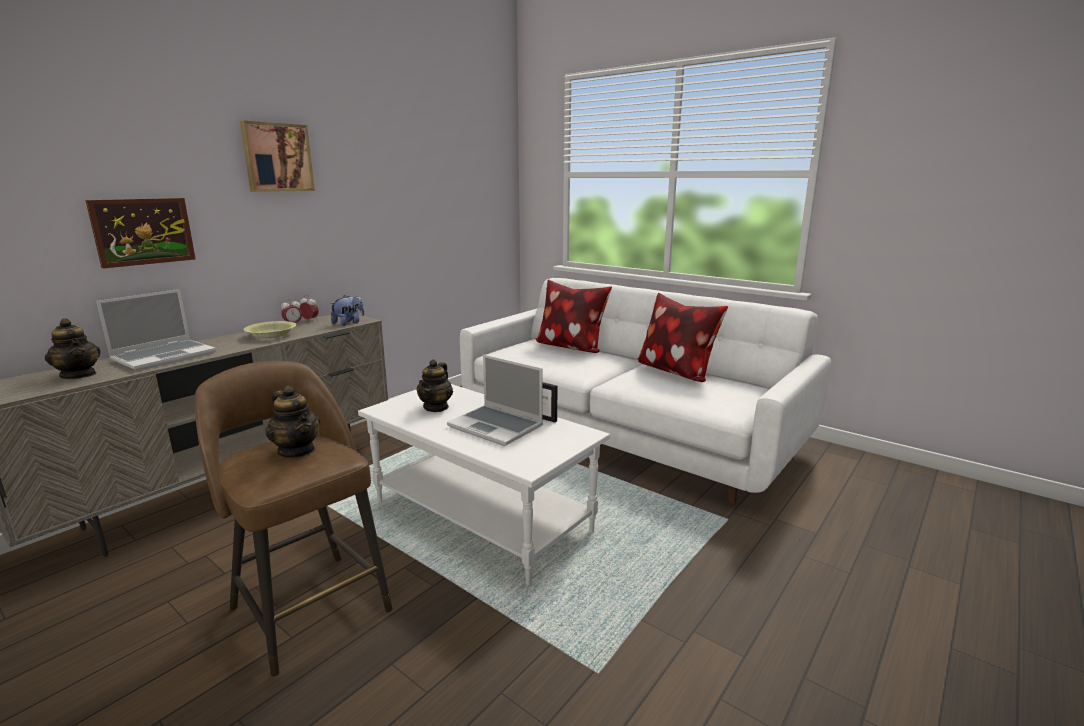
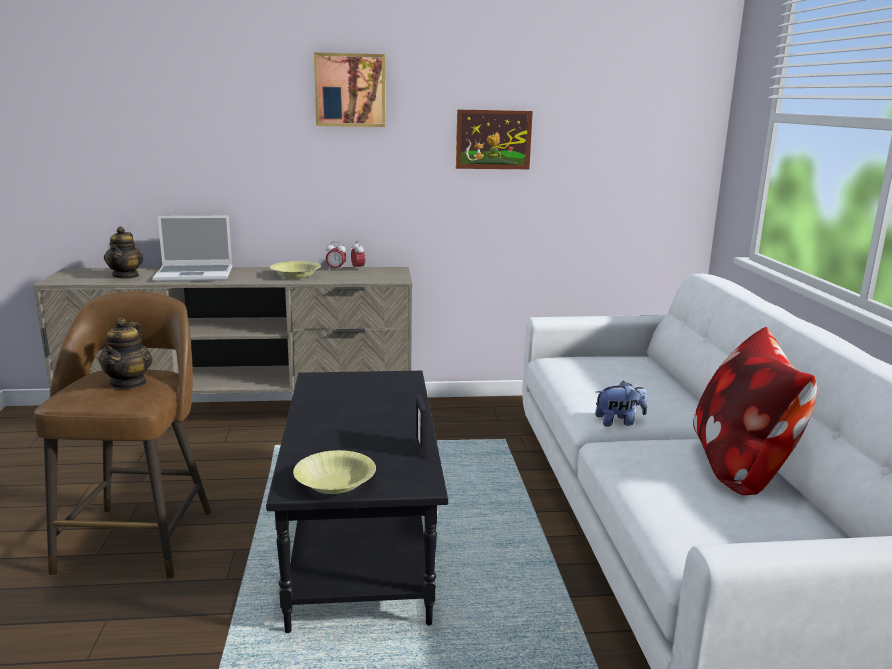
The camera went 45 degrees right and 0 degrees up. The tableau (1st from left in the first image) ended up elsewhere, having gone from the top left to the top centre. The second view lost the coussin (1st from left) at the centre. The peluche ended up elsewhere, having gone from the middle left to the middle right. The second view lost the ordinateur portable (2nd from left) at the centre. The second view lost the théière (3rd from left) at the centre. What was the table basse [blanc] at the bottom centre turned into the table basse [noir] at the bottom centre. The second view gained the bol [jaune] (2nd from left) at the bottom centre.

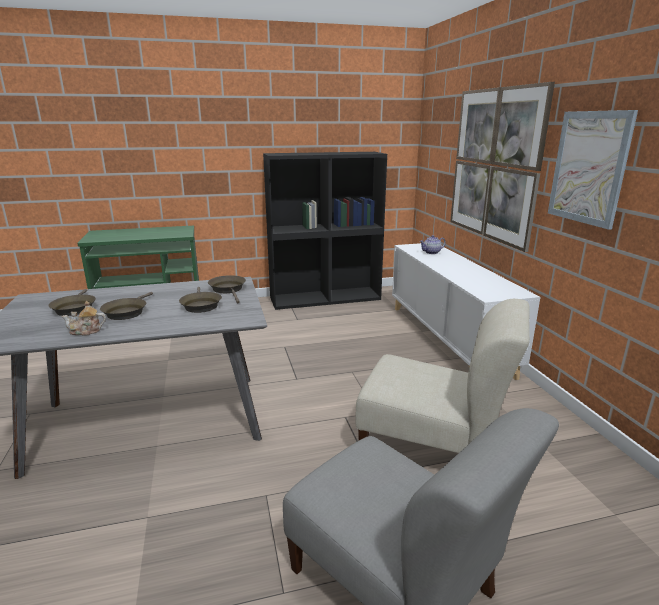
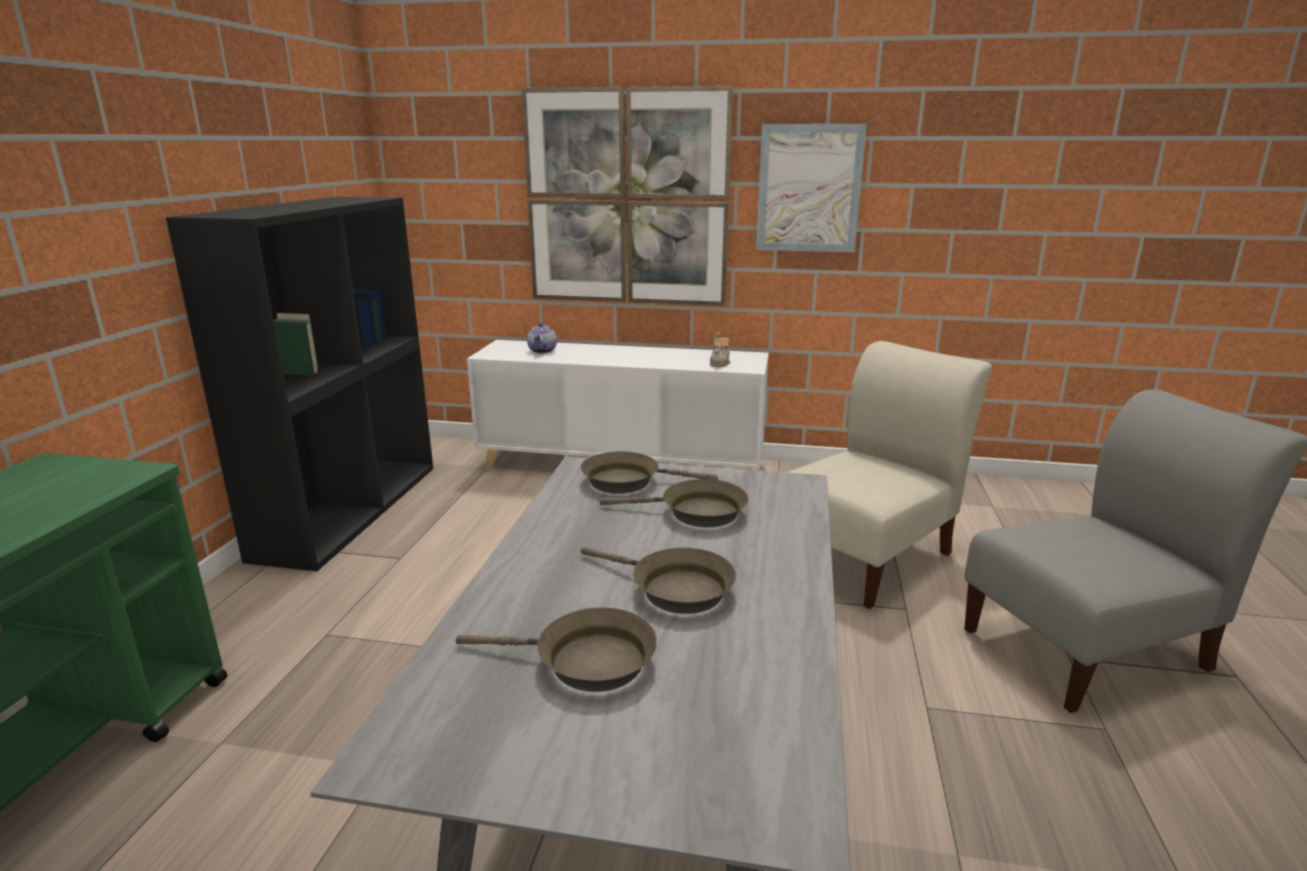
The camera went 65 degrees left and 0 degrees up. The théière (1st from left in the first image) ended up elsewhere, having gone from the middle left to the centre.

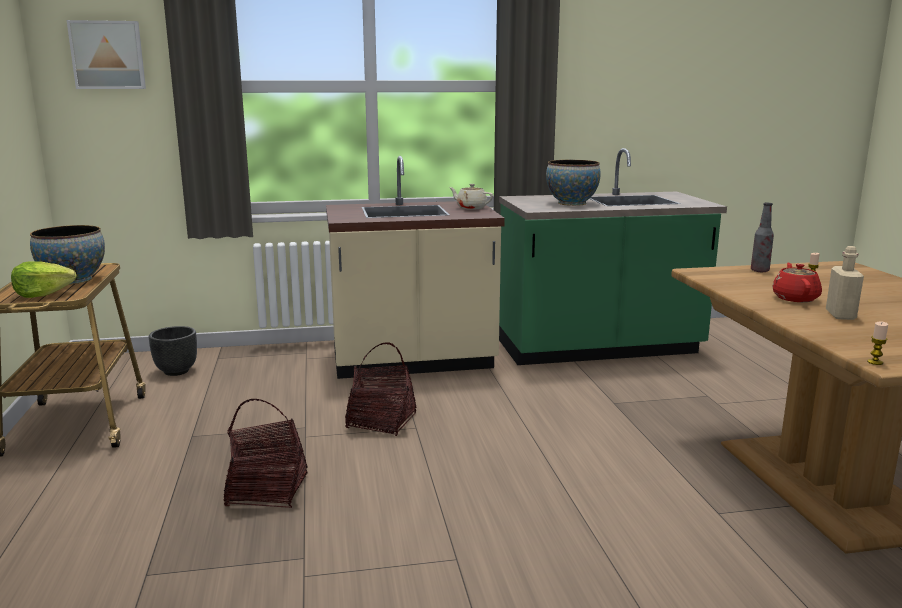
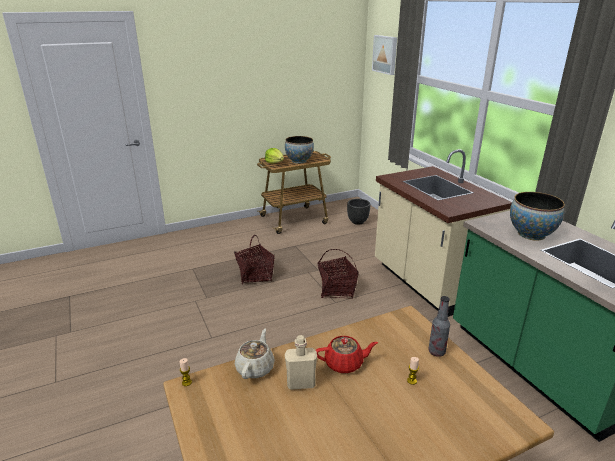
The camera went 75 degrees right and 10 degrees up. The théière [beige] ended up elsewhere, having gone from the top centre to the bottom centre.

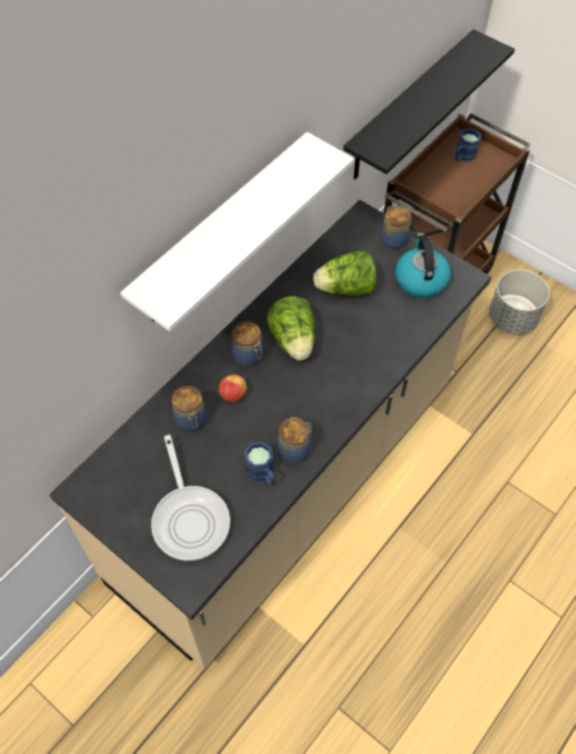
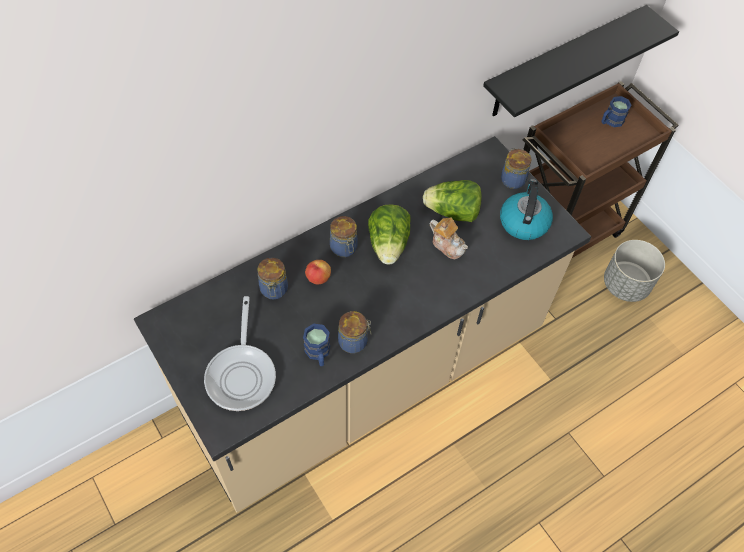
The camera went 15 degrees right and 0 degrees up. The second view lost the étagère [blanc] at the top centre. The second view gained the théière at the centre.

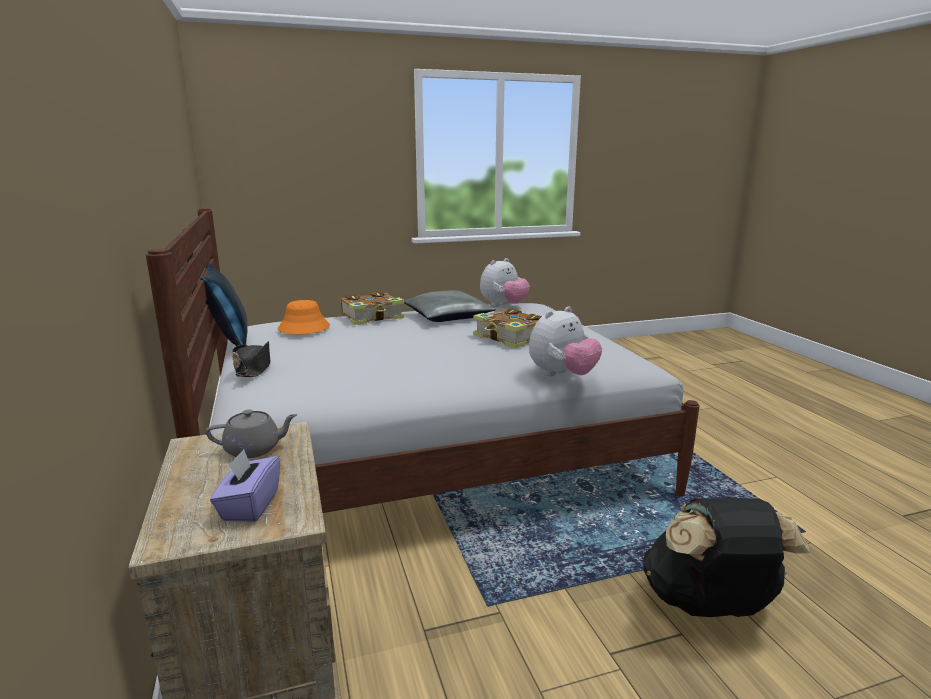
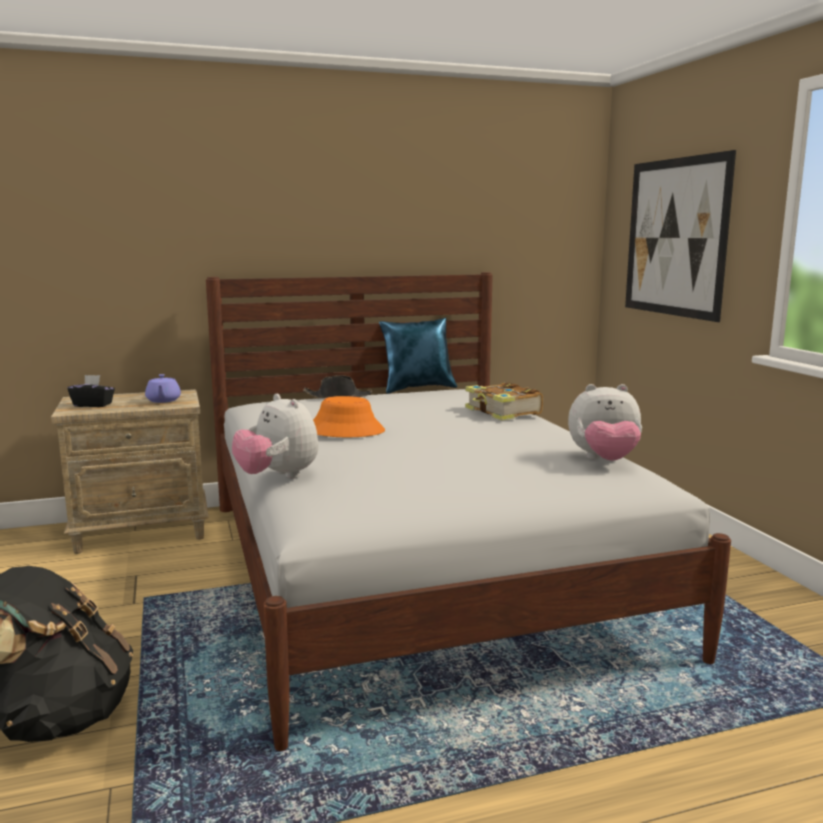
The camera went 90 degrees right and 5 degrees down. The peluche (1st from left in the first image) at the centre ended up facing another way, 45 degrees counterclockwise from before. The second view lost the coussin [gris] at the centre. The chapeau [orange] ended up elsewhere, having gone from the middle left to the centre. The second view lost the livre (2nd from left) at the centre. What was the théière [gris] at the middle left turned into the théière [violet] at the middle left. What was the boîte à mouchoirs [violet] at the bottom left turned into the boîte à mouchoirs [noir] at the middle left. The second view gained the tableau at the top right.

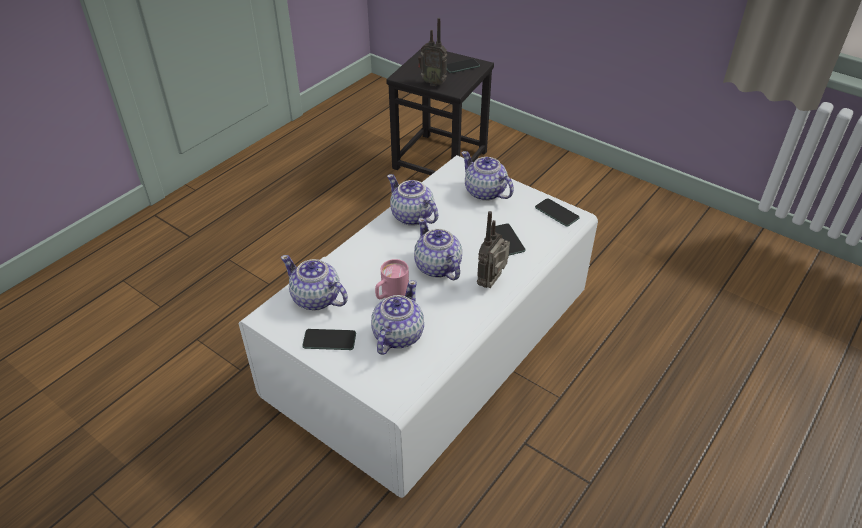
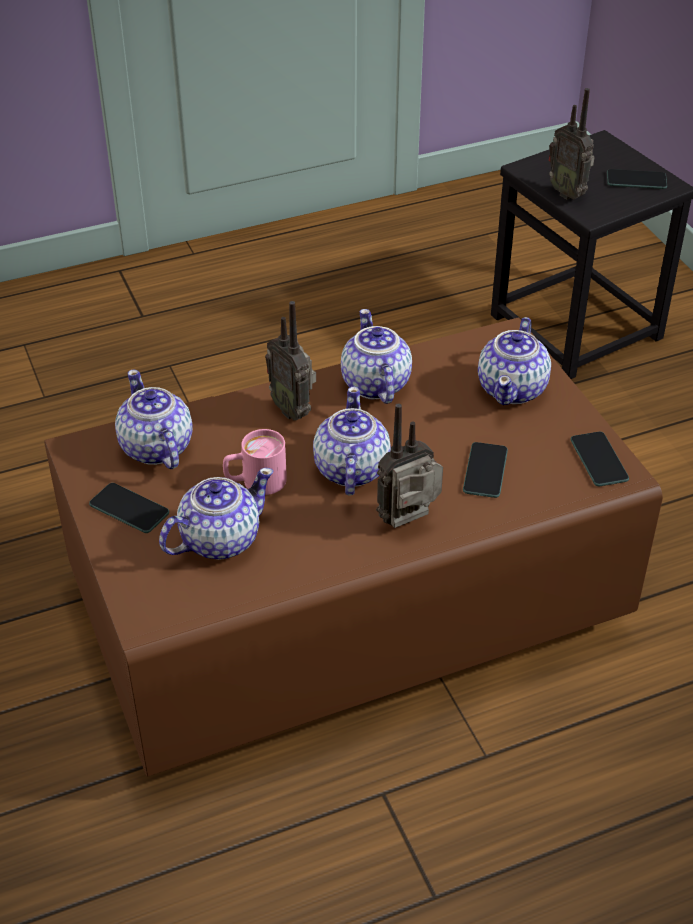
The camera went 30 degrees right and 0 degrees up. The théière (5th from left) at the centre ended up facing another way, 150 degrees counterclockwise from before. What was the table basse [blanc] at the centre turned into the table basse [marron] at the centre. The second view gained the radio (1st from left) at the centre.

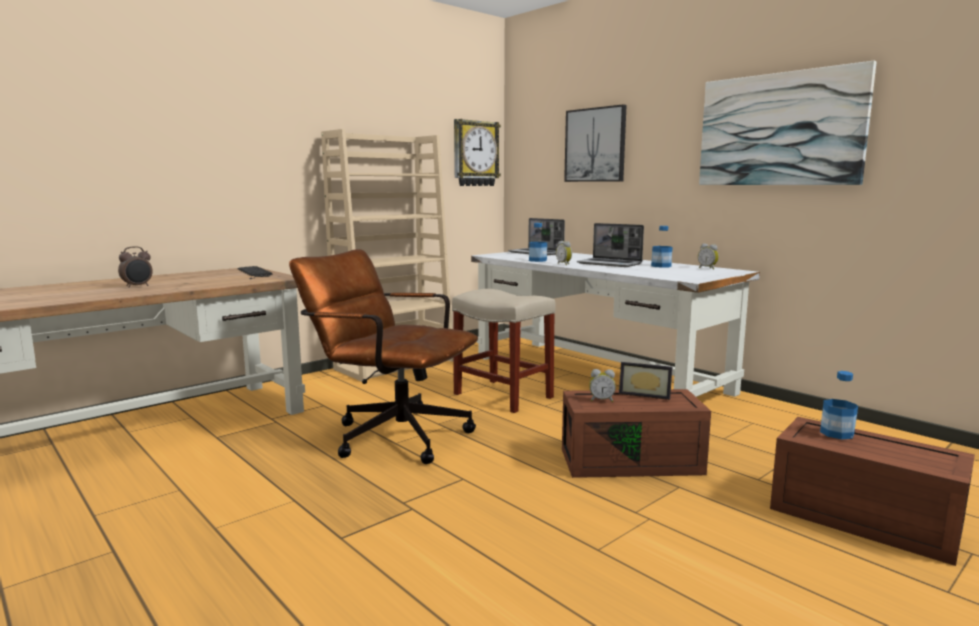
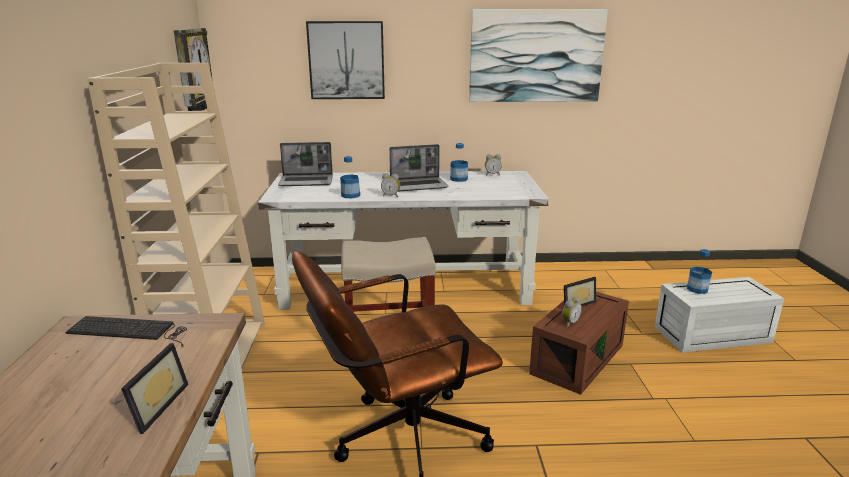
The camera went 50 degrees left and 10 degrees up. The second view lost the réveil (1st from left) at the middle left. What was the boîte de rangement [marron] (2nd from left) at the bottom right turned into the boîte de rangement [blanc] at the middle right. The second view gained the cadre photo (1st from left) at the bottom left.

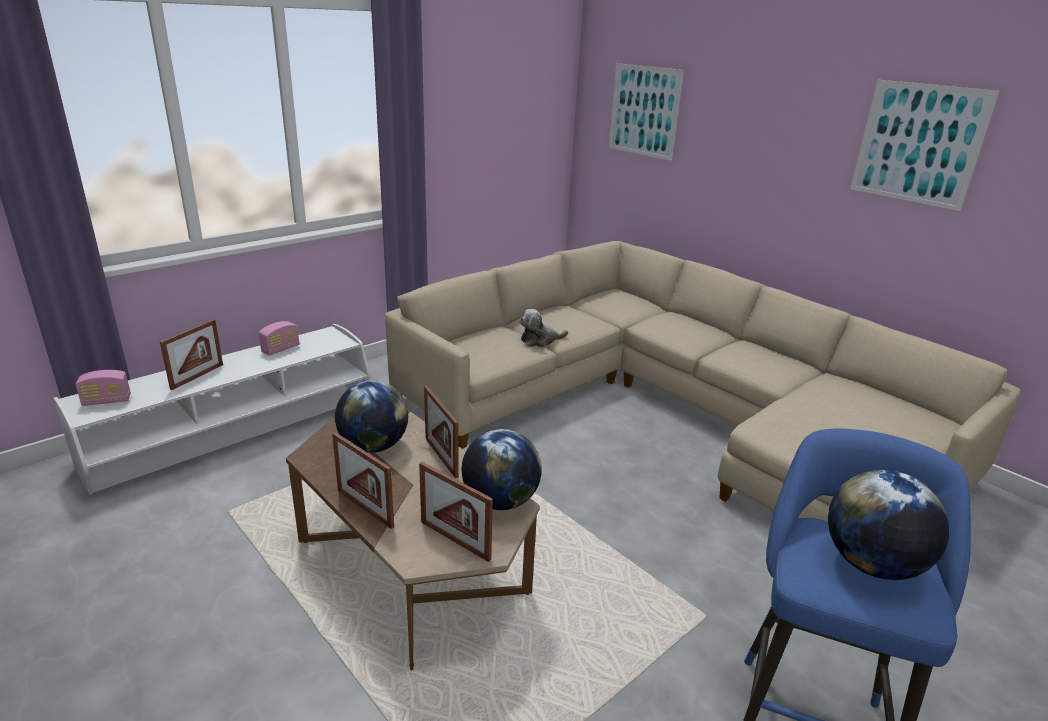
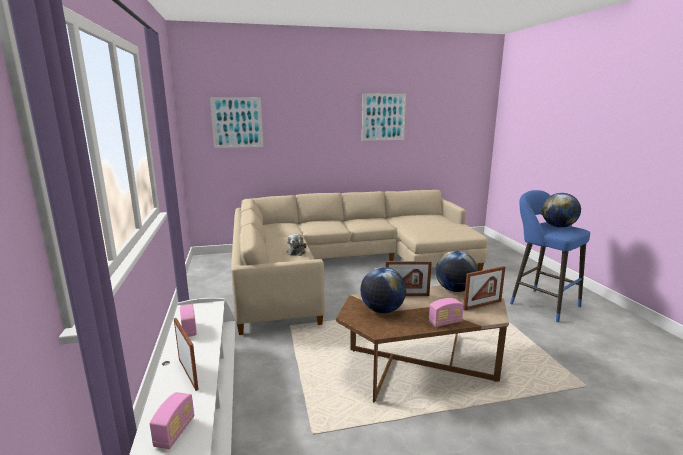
The camera went 60 degrees left and 10 degrees down. Where the cadre photo (2nd from left) stood at the centre, the radio (3rd from left) came to stand at the bottom centre.

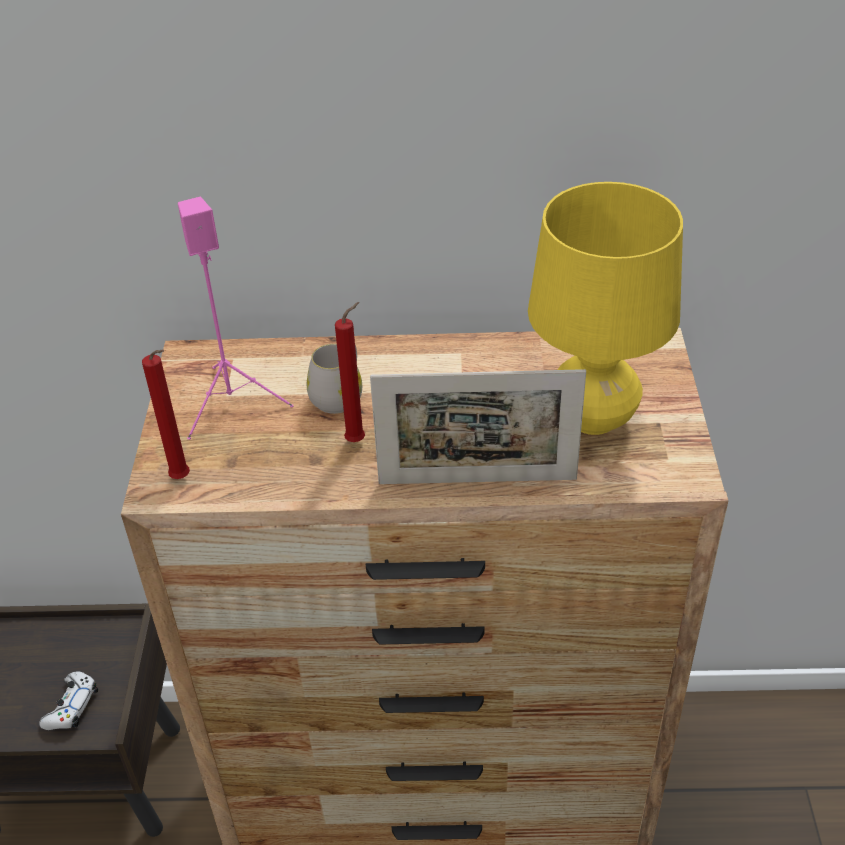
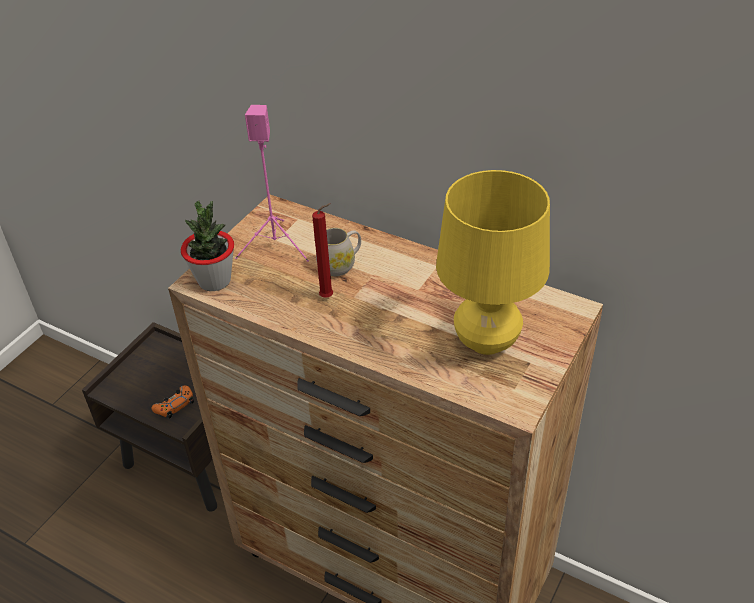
The camera went 30 degrees right and 0 degrees up. Where the bougie [rouge] (1st from left) stood at the middle left, the plante en pot came to stand at the middle left. The second view lost the cadre photo at the centre. What was the manette [blanc] at the bottom left turned into the manette [orange] at the bottom left.

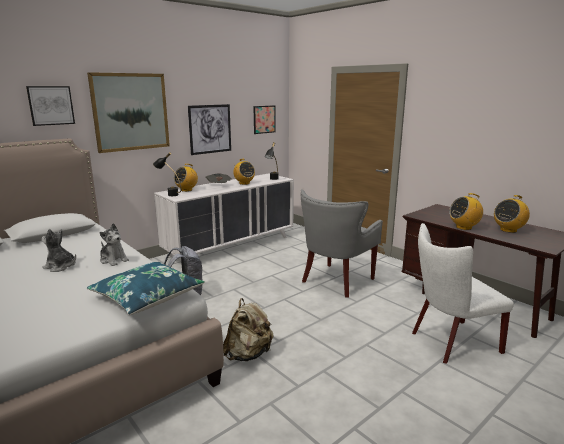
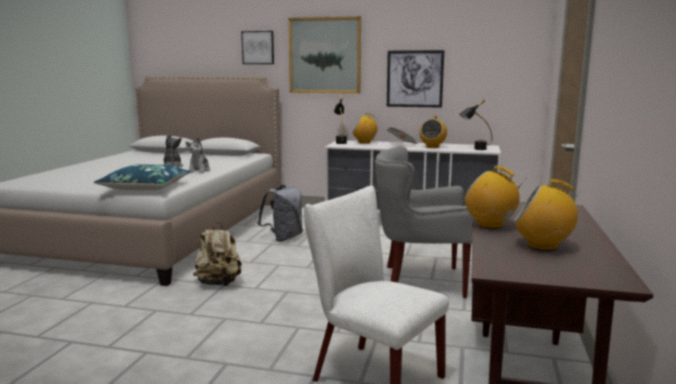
The camera went 55 degrees right and 5 degrees down. The second view lost the tableau (4th from left) at the top centre.

